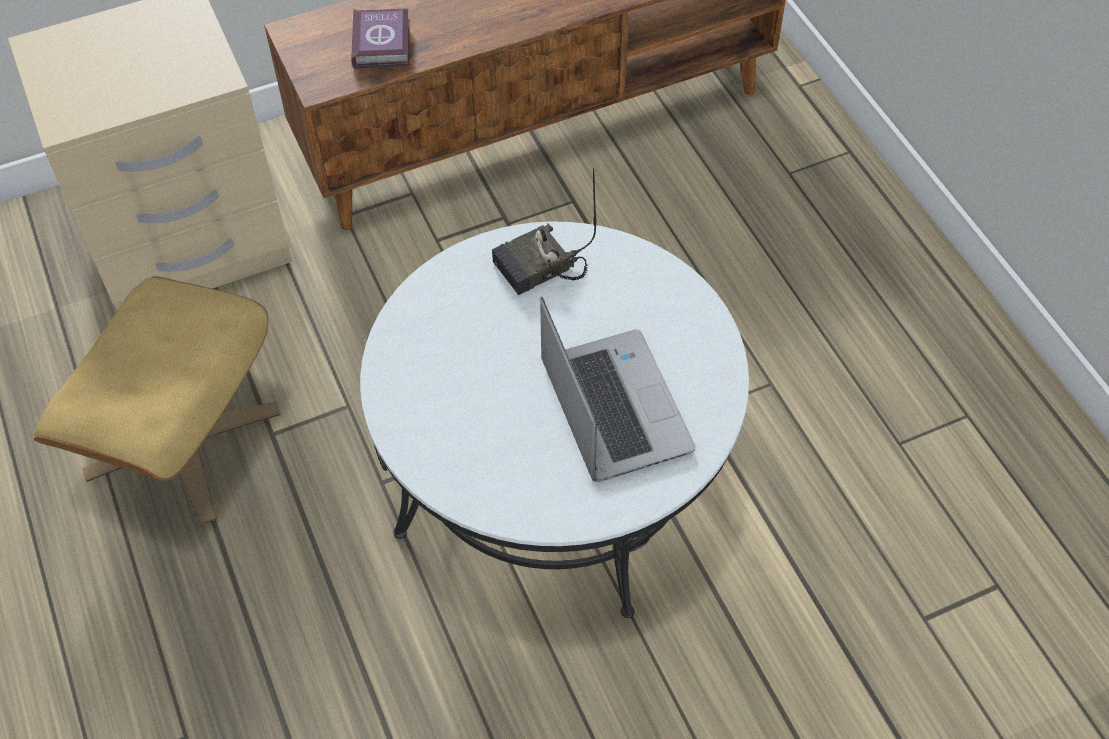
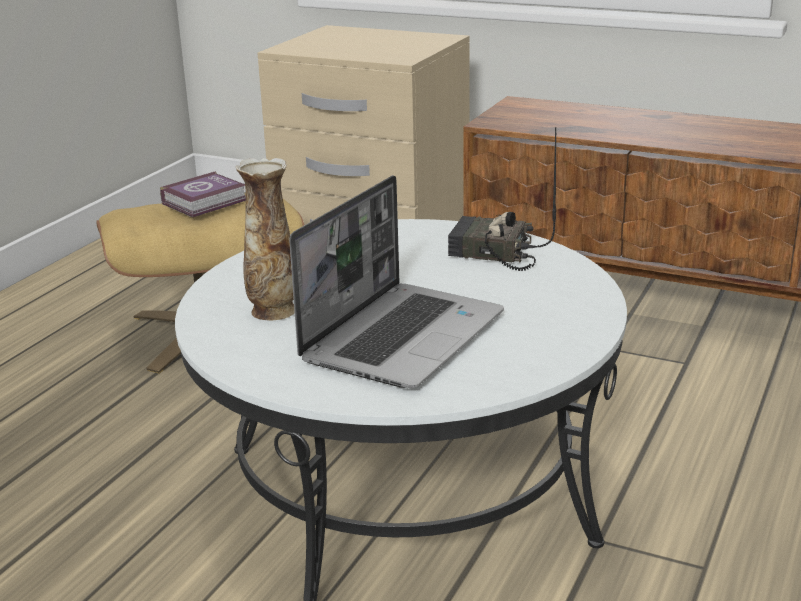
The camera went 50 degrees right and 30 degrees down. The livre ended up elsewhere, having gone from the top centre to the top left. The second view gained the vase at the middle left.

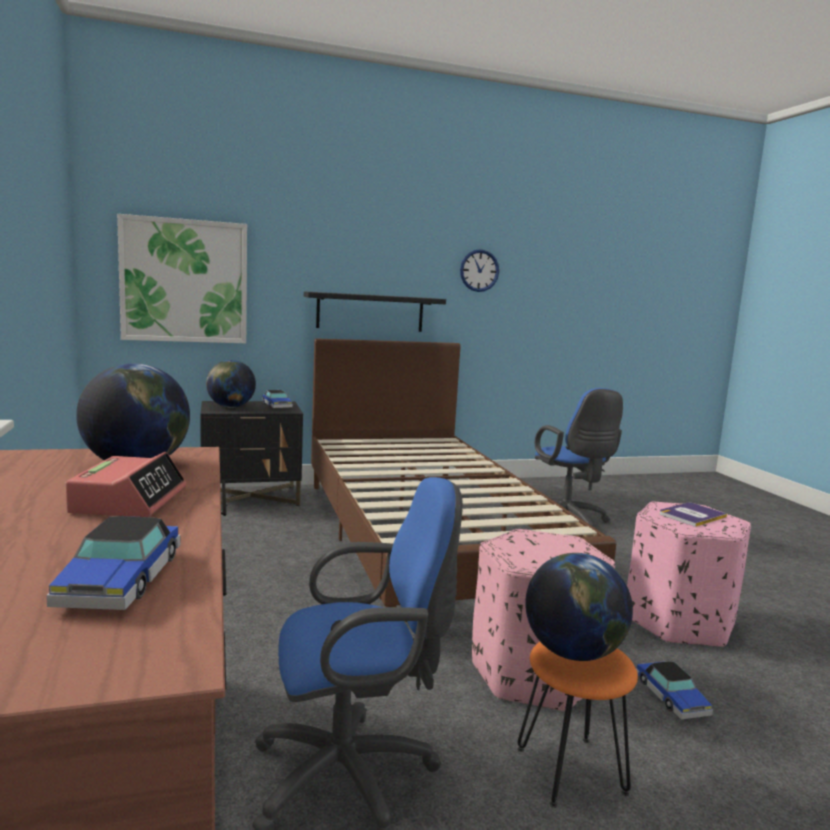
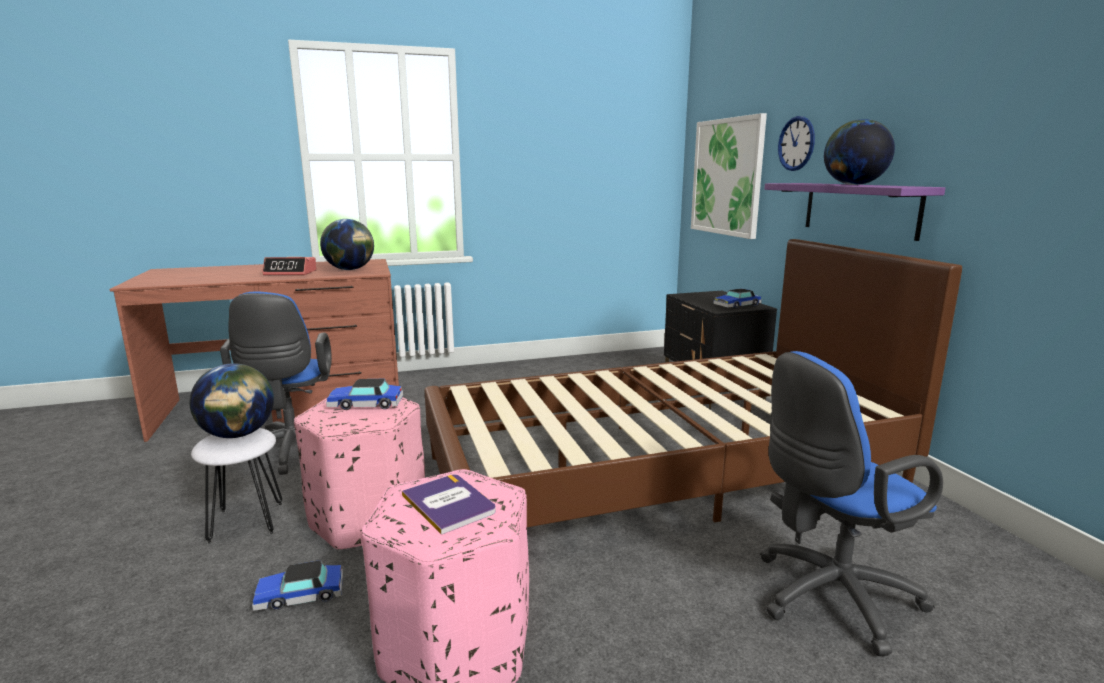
The camera went 90 degrees right and 5 degrees up. The horloge murale ended up elsewhere, having gone from the top centre to the top right. What was the étagère [noir] at the centre turned into the étagère [violet] at the top right. The globe (2nd from left in the first image) ended up elsewhere, having gone from the middle left to the top right. The petite voiture (1st from left in the first image) ended up elsewhere, having gone from the bottom left to the middle left. What was the tabouret [orange] at the bottom right turned into the tabouret [blanc] at the bottom left.

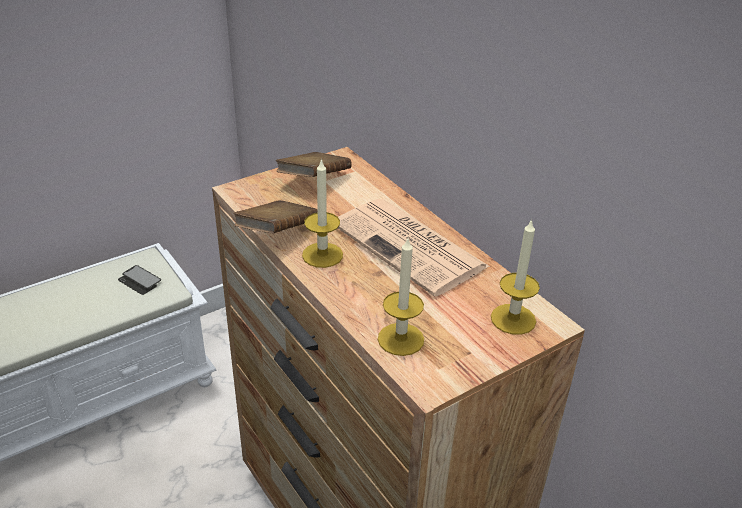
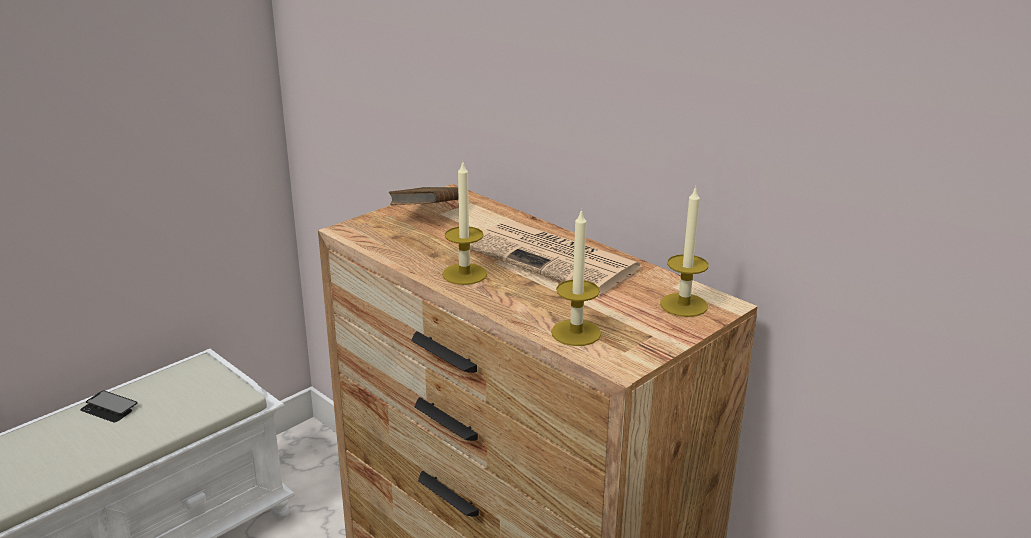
The camera went 10 degrees left and 10 degrees down. The second view lost the livre [marron] (1st from left) at the centre. The téléphone ended up elsewhere, having gone from the middle left to the bottom left.

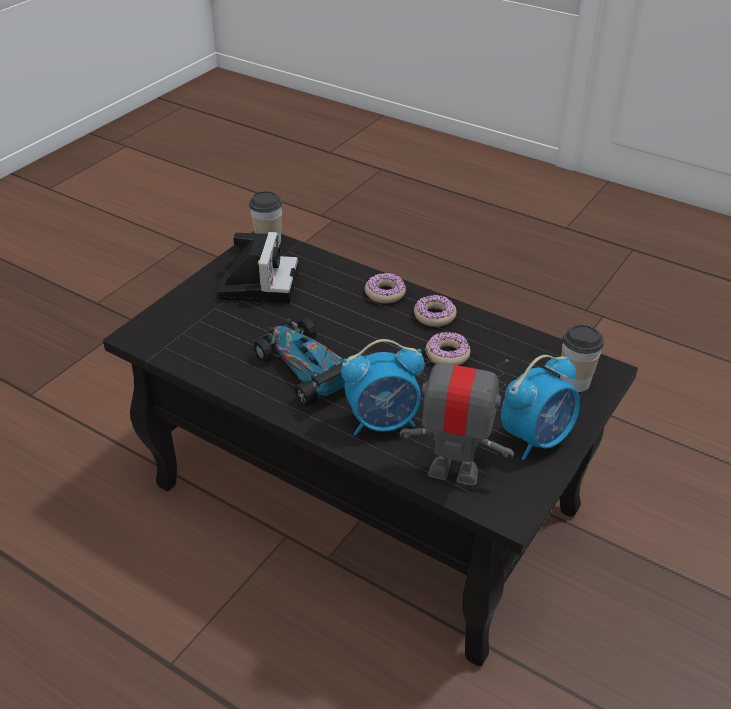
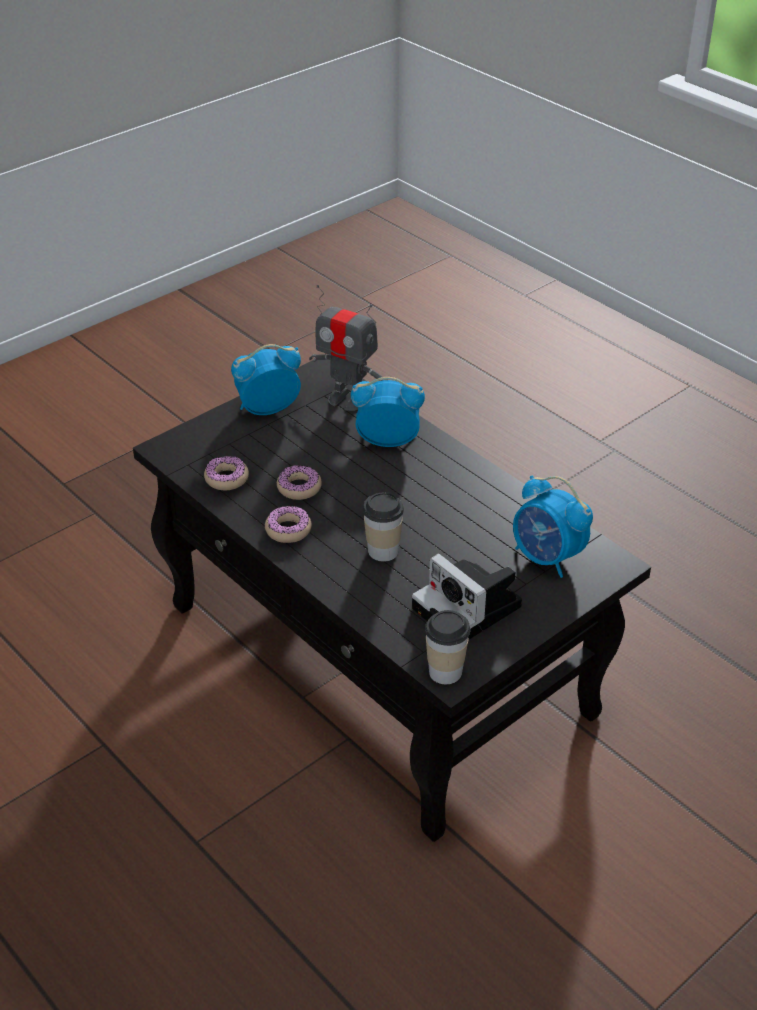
The camera went 165 degrees left and 0 degrees up. The appareil photo at the centre ended up facing another way, 60 degrees counterclockwise from before. The beignet (1st from left) ended up elsewhere, having gone from the centre to the middle left. The second view lost the petite voiture at the centre. The tasse (2nd from left in the first image) ended up elsewhere, having gone from the middle right to the centre. The second view gained the réveil (3rd from left) at the middle right.

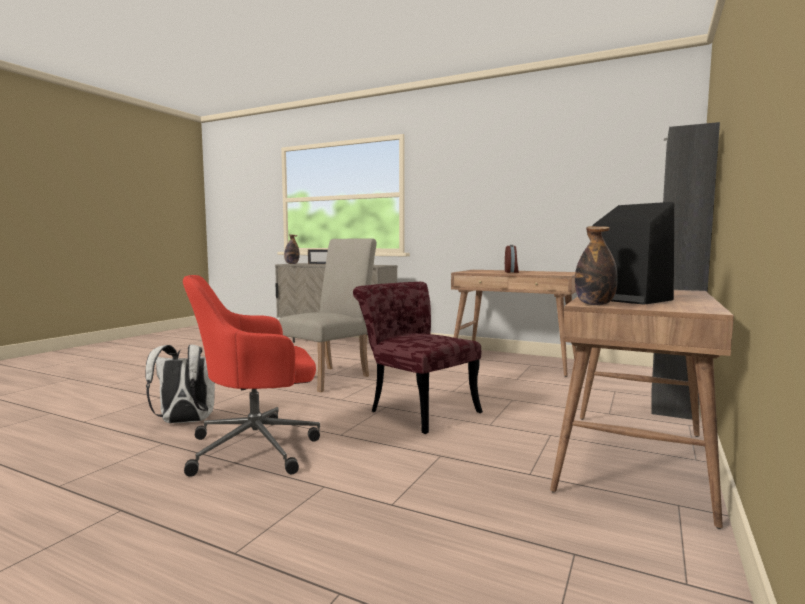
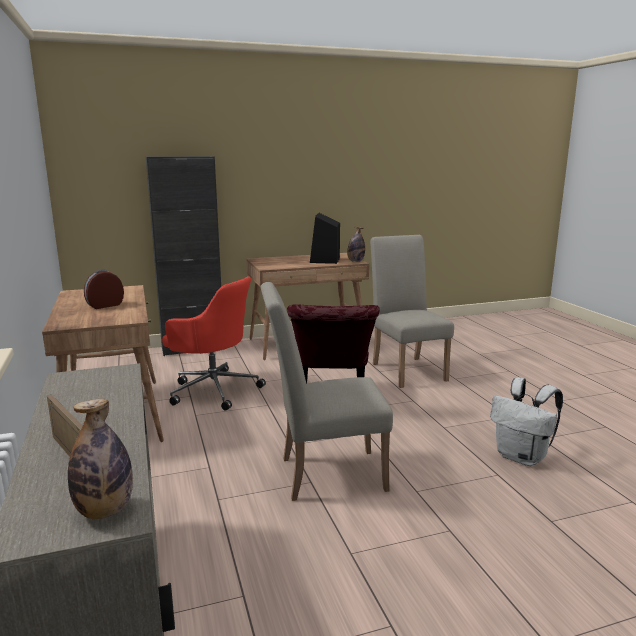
The camera went 135 degrees left and 10 degrees up. The chaise de bureau [rouge] ended up elsewhere, having gone from the middle left to the centre. The second view gained the chaise [beige] (2nd from left) at the centre.

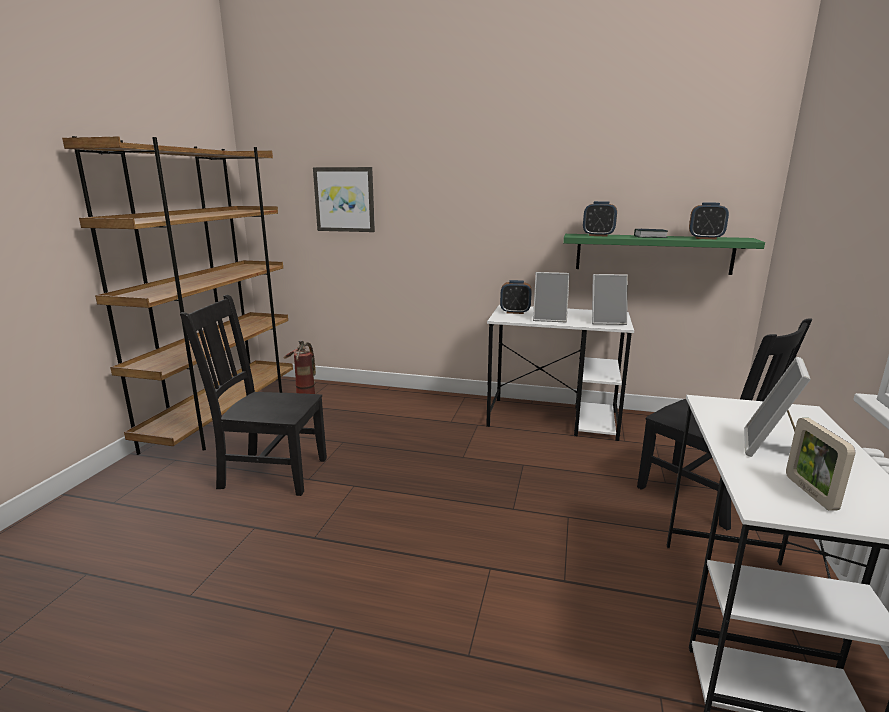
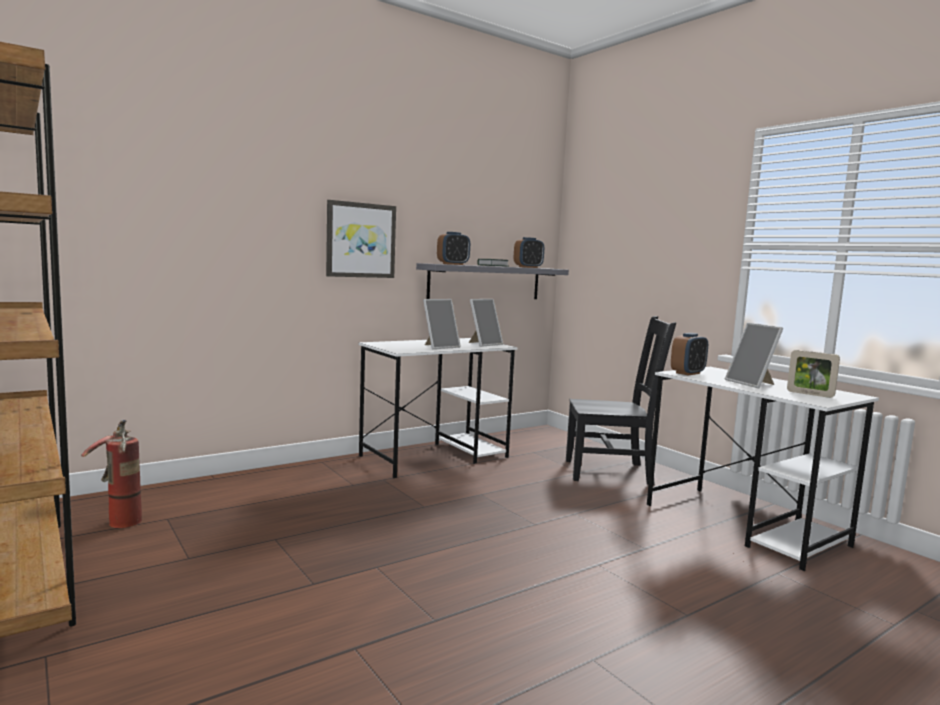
The camera went 50 degrees left and 10 degrees down. The tableau ended up elsewhere, having gone from the top centre to the centre. What was the étagère [vert] at the middle right turned into the étagère [gris] at the centre. The réveil (1st from left in the first image) ended up elsewhere, having gone from the centre to the middle right. The second view lost the chaise [noir] (1st from left) at the middle left.

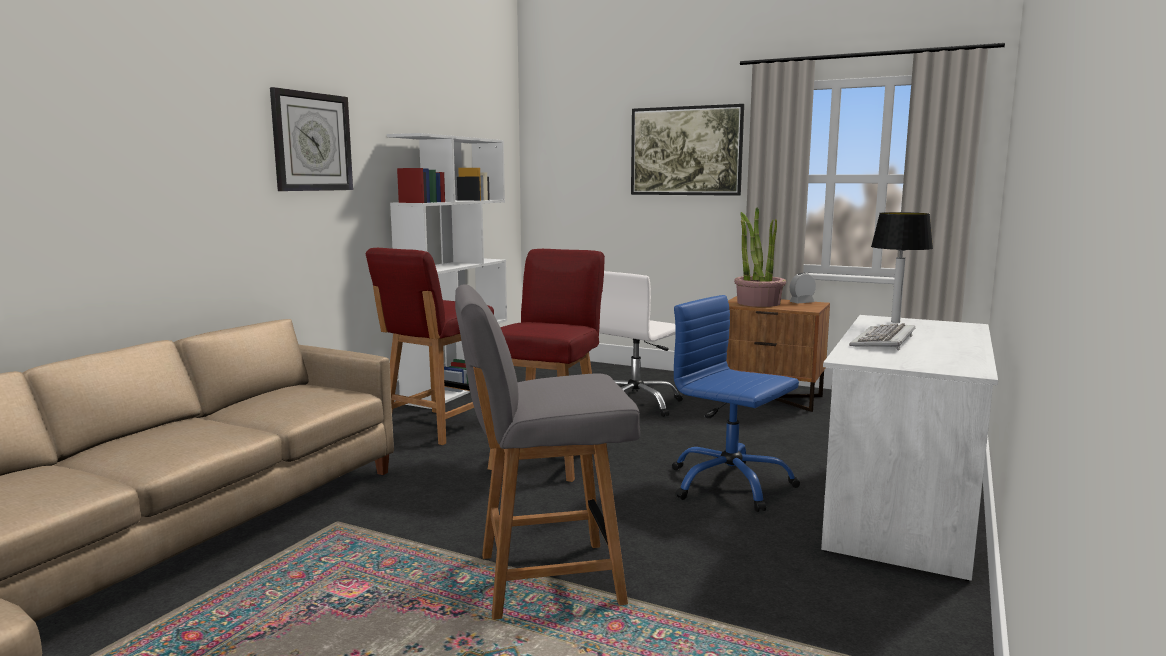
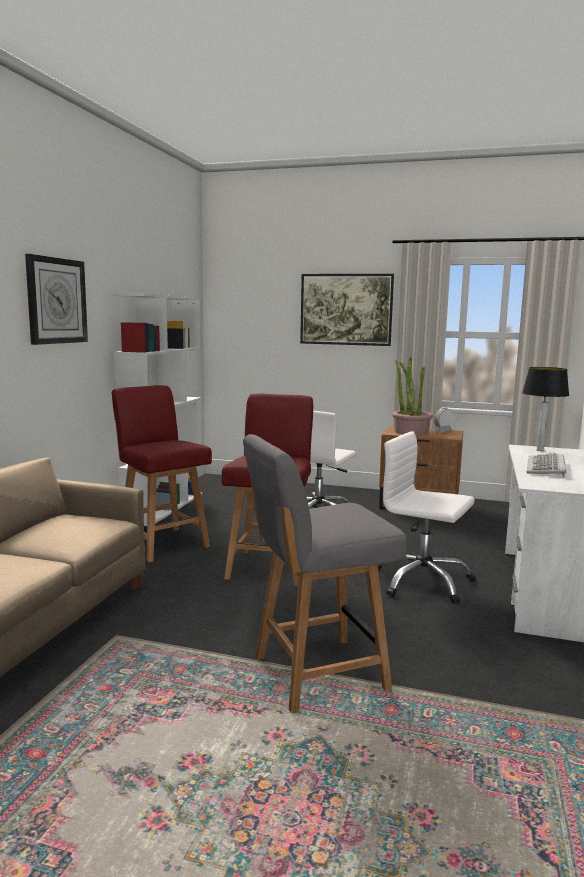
The camera went 10 degrees left and 0 degrees up. The chaise [rouge] (1st from left) at the centre ended up facing another way, 120 degrees clockwise from before. What was the chaise de bureau [bleu] at the centre turned into the chaise de bureau [blanc] (2nd from left) at the middle right.

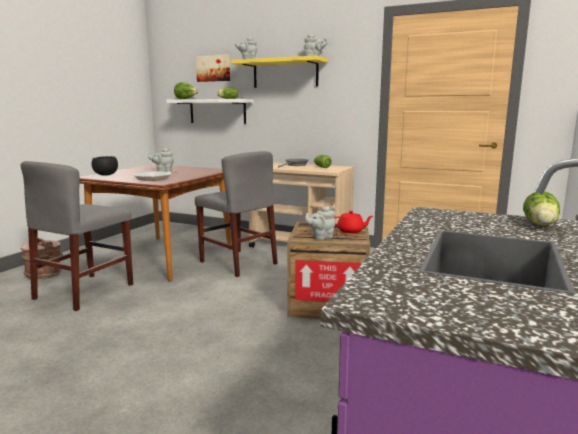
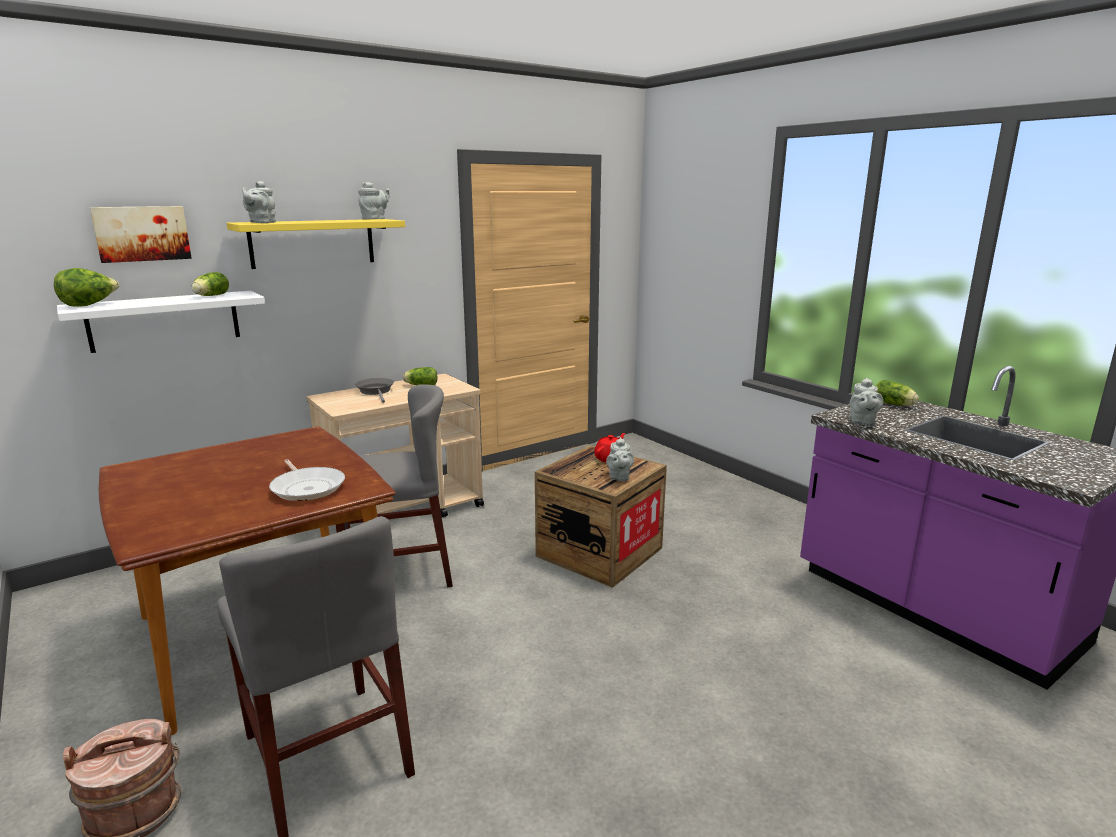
The camera went 60 degrees left and 5 degrees up. The théière [gris] (1st from left in the first image) ended up elsewhere, having gone from the middle left to the middle right. The second view lost the bol [noir] at the middle left.

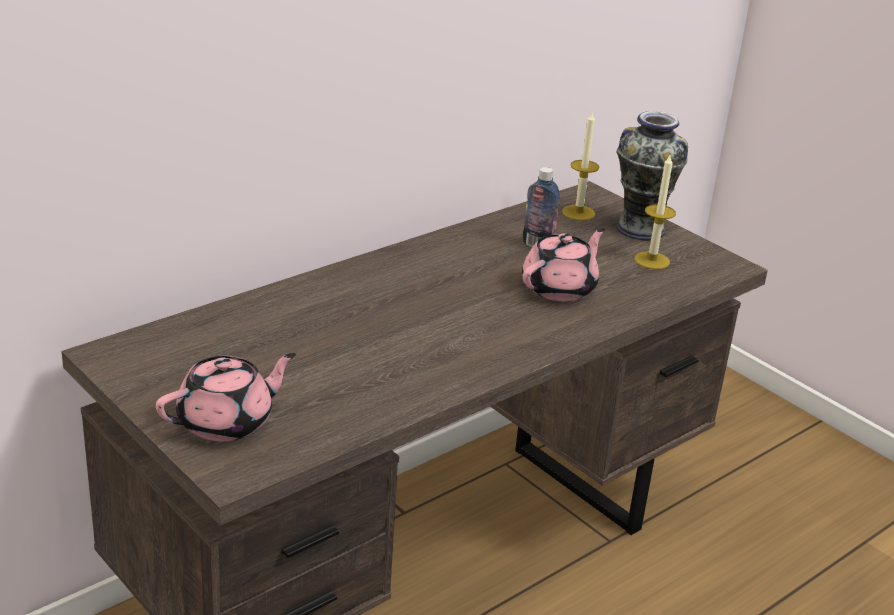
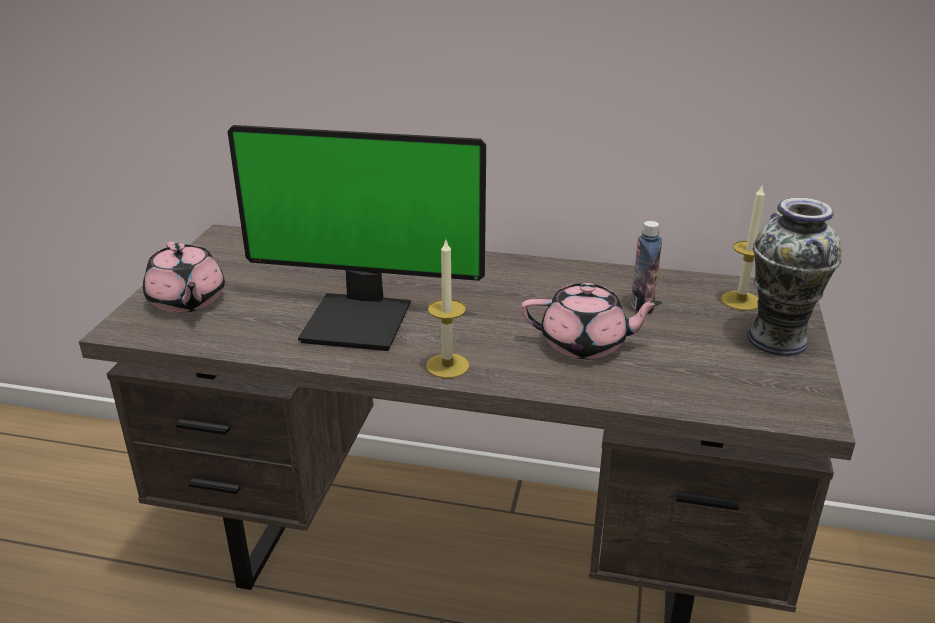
The camera went 55 degrees right and 0 degrees up. The bougie (2nd from left in the first image) ended up elsewhere, having gone from the middle right to the centre. The théière [rose] (1st from left) at the middle left ended up facing another way, 45 degrees clockwise from before. The second view gained the écran d'ordinateur at the centre.

